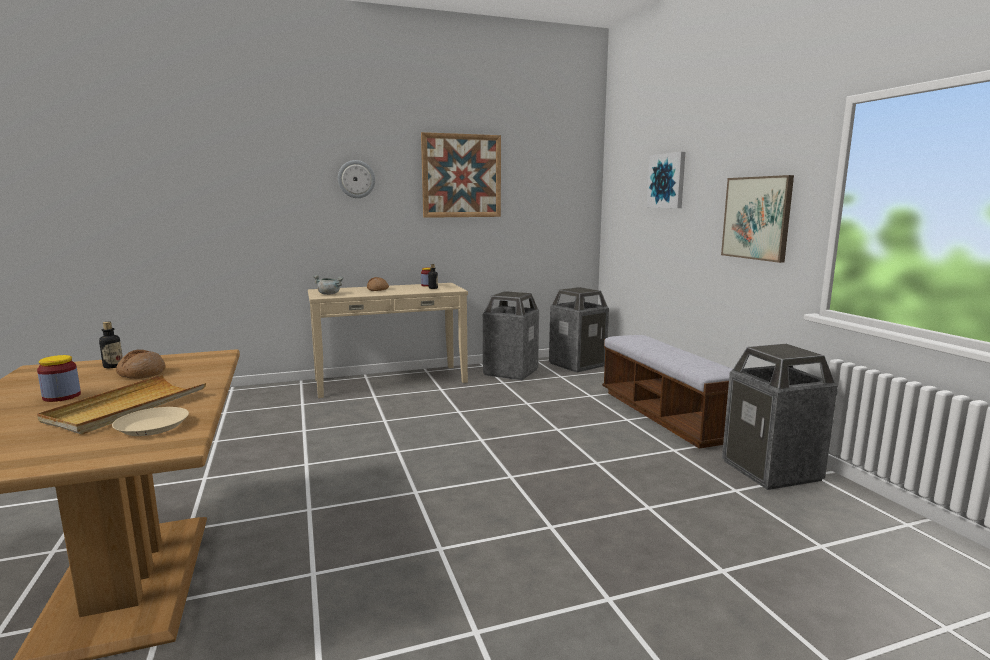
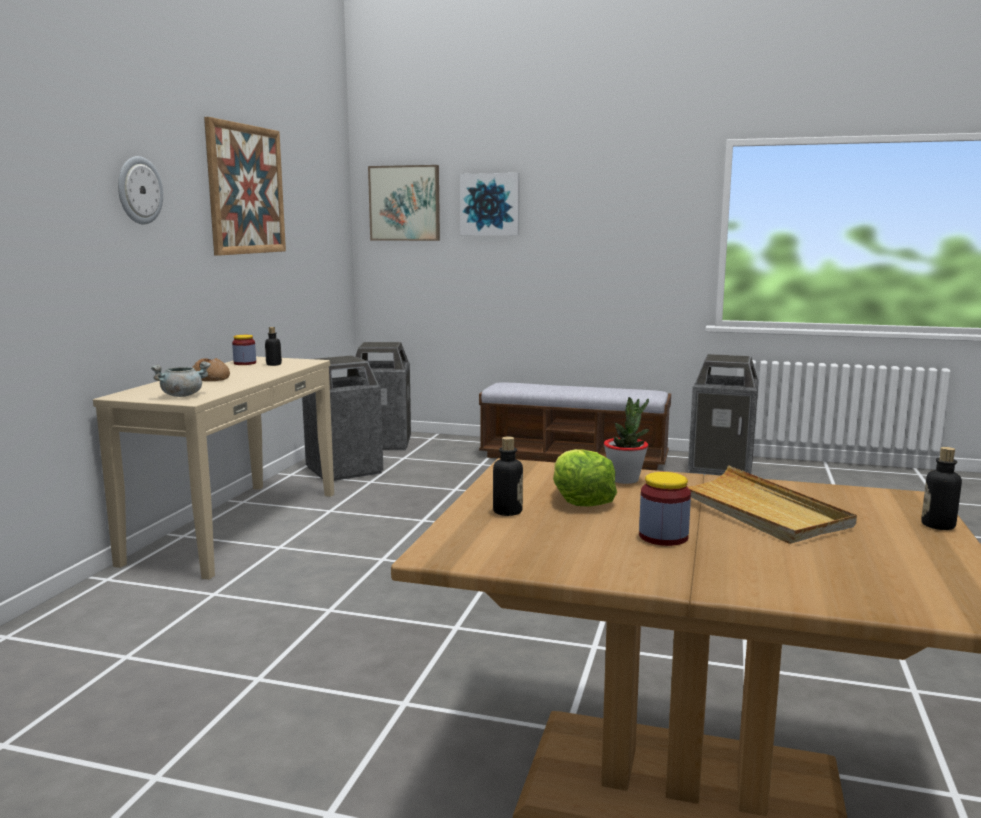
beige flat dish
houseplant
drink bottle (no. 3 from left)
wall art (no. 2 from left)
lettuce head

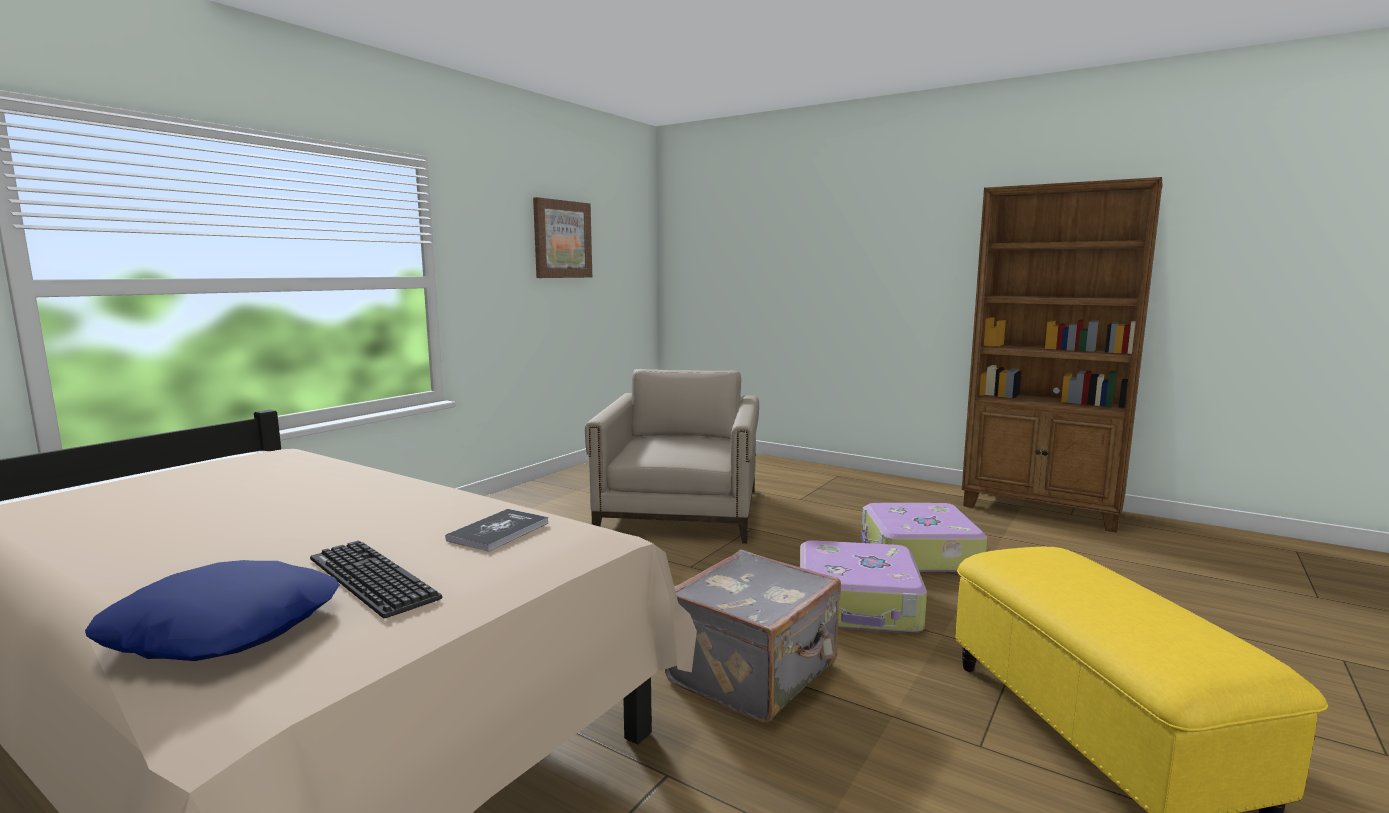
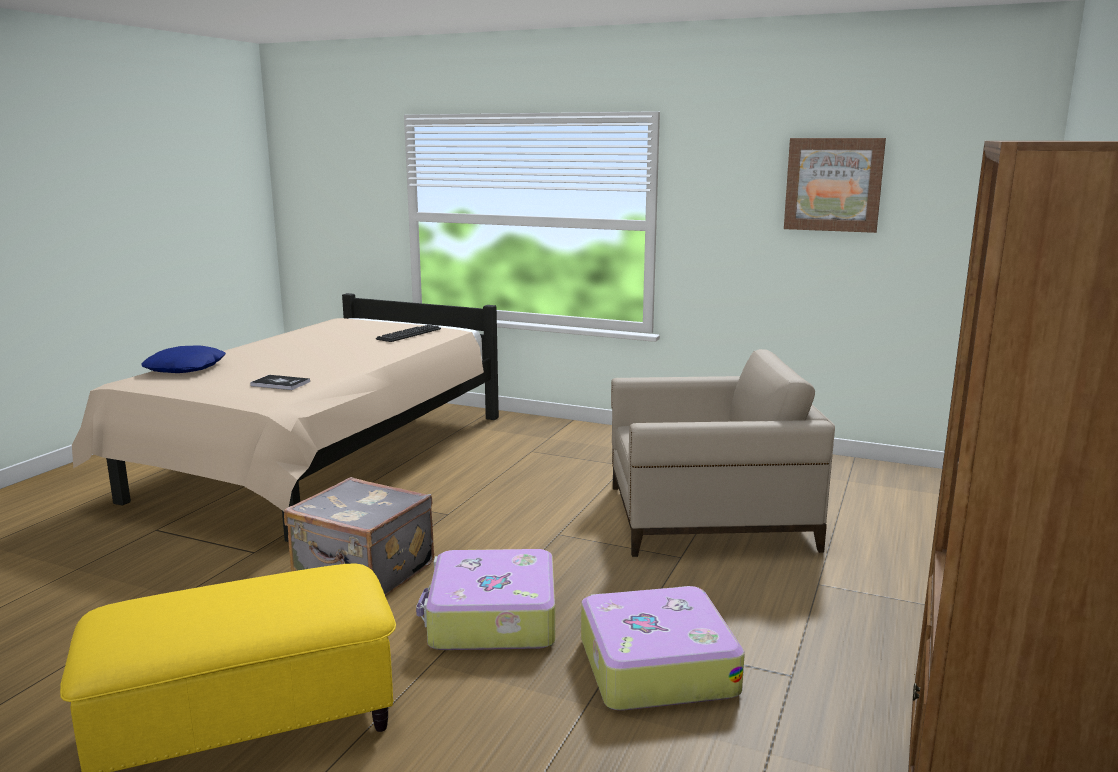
computer keyboard

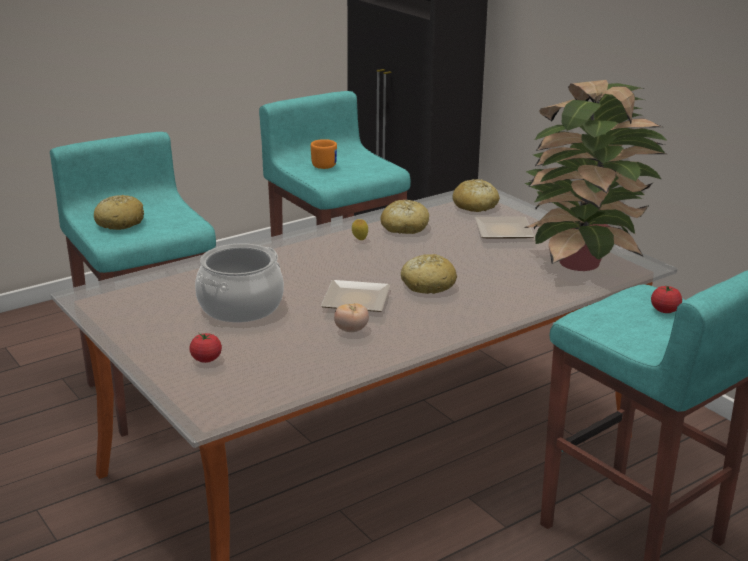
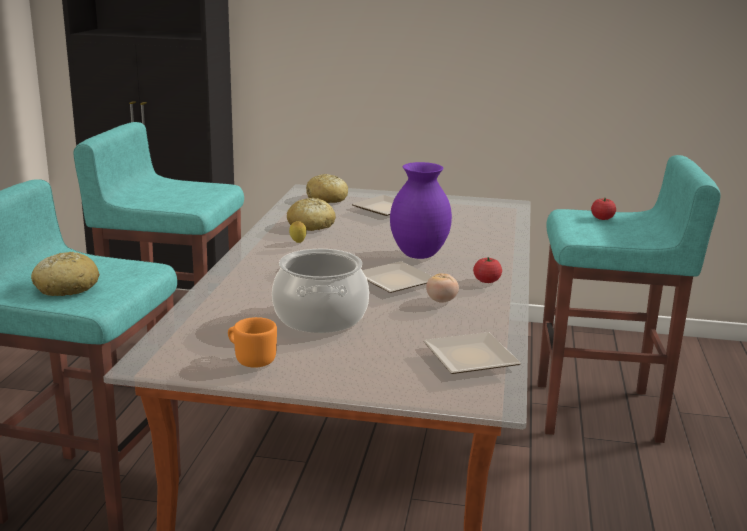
houseplant
flat dish (no. 3 from left)
whole tomato (no. 2 from left)
orange-coloured coffee mug
purplish vase

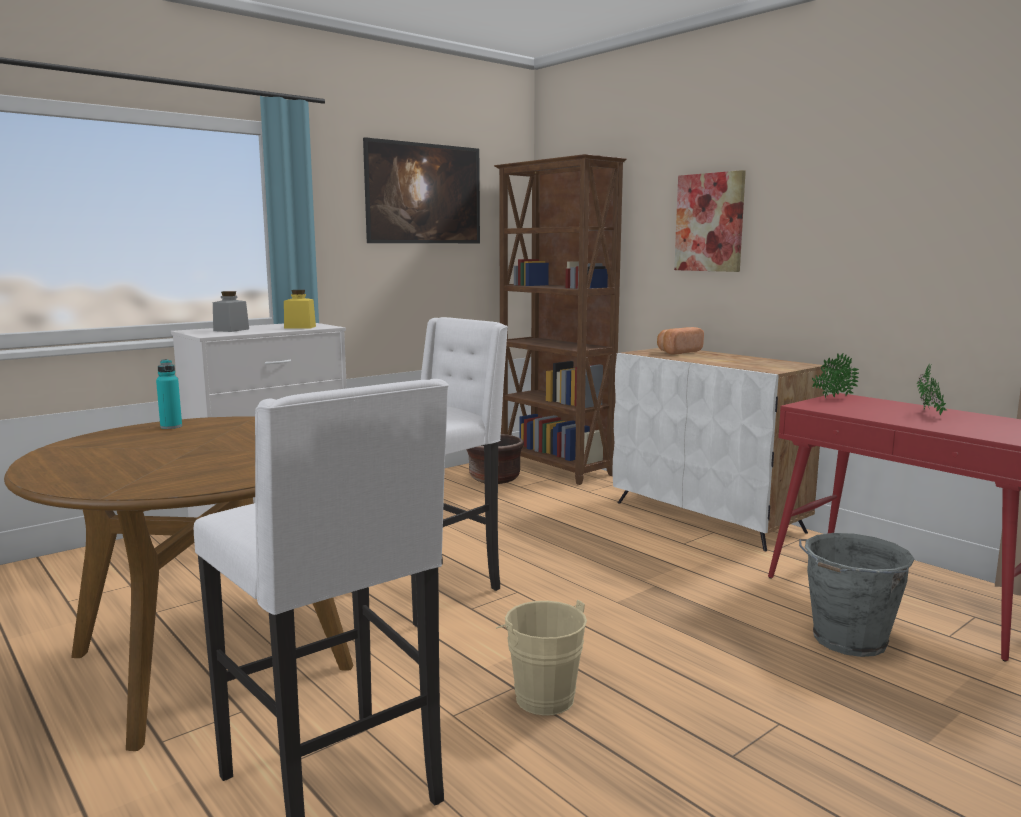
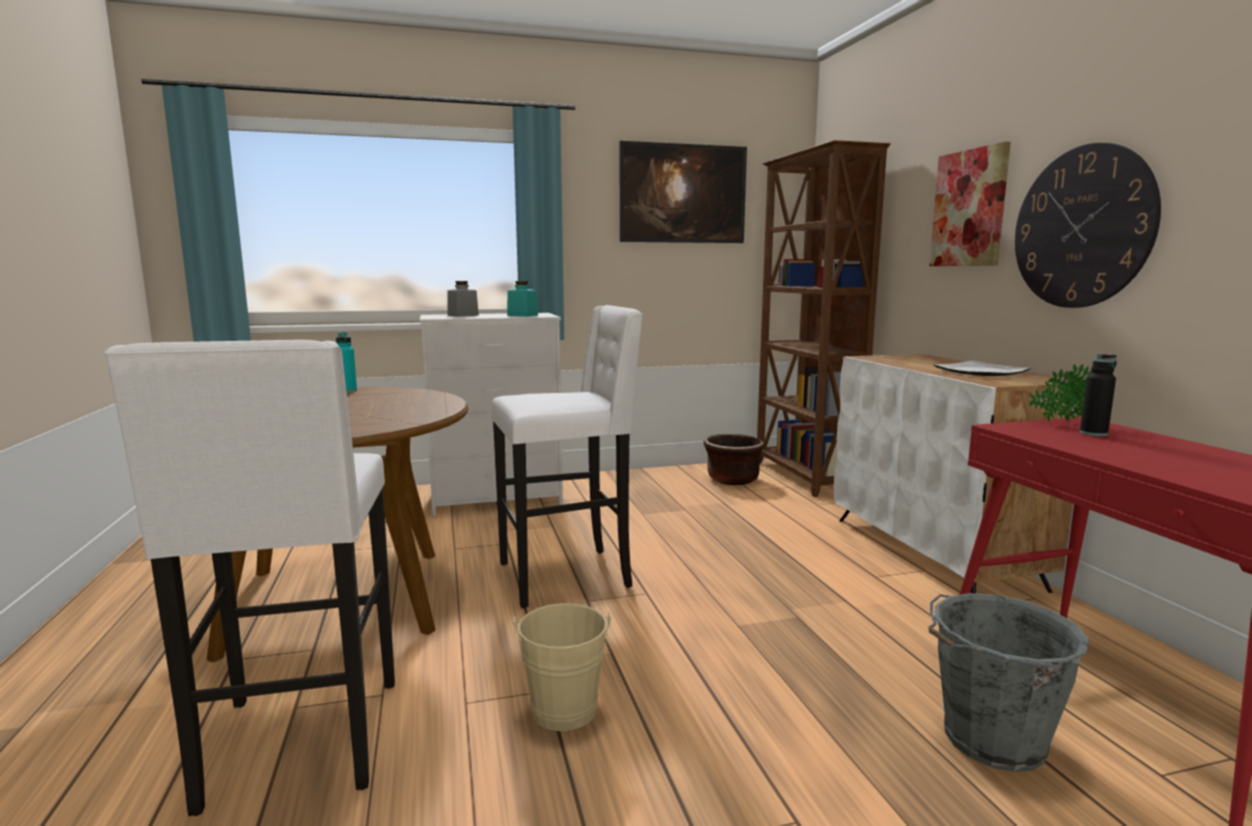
bakery bread
houseplant (no. 2 from left in the first image)
flat dish
hanging clock
blackish drink bottle
turquoise-coloured preserve jar

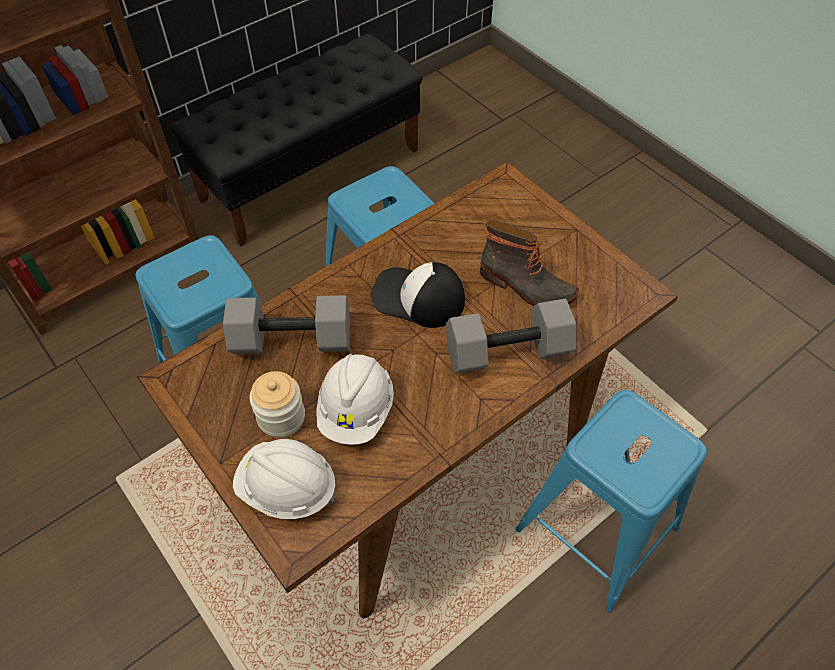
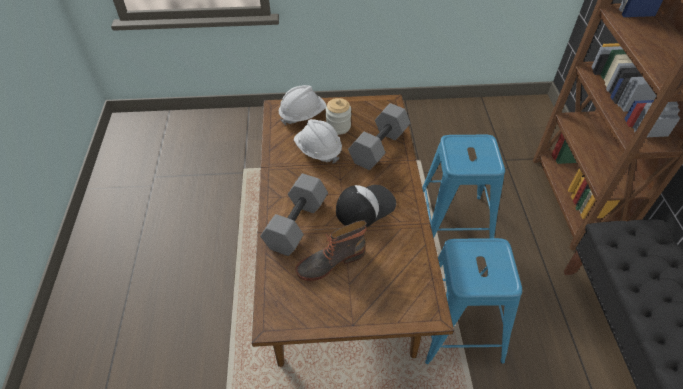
bluish sitting stool (no. 3 from left in the first image)

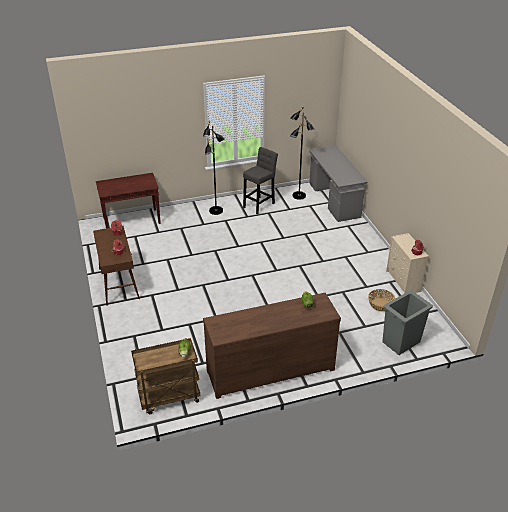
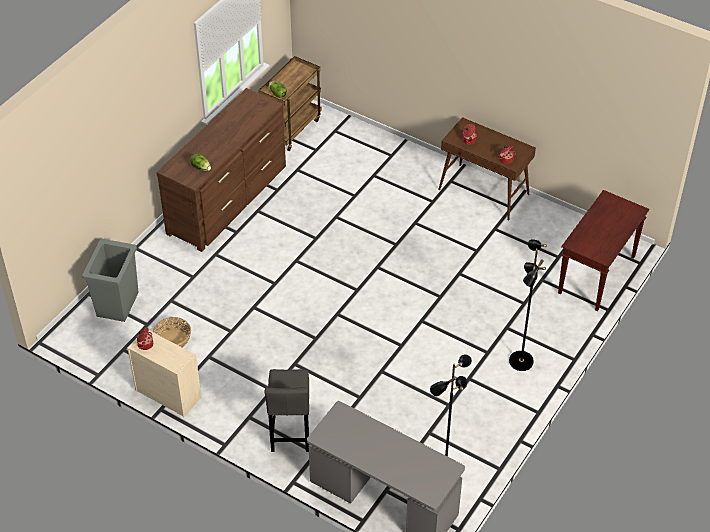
grey sitting stool

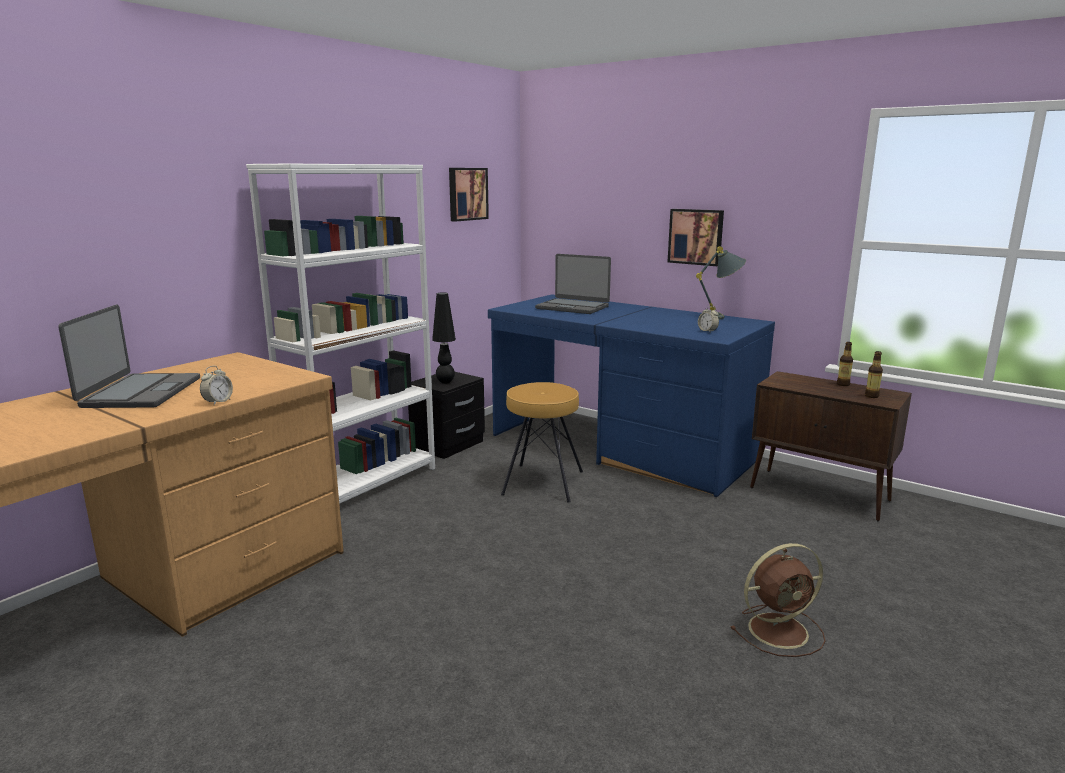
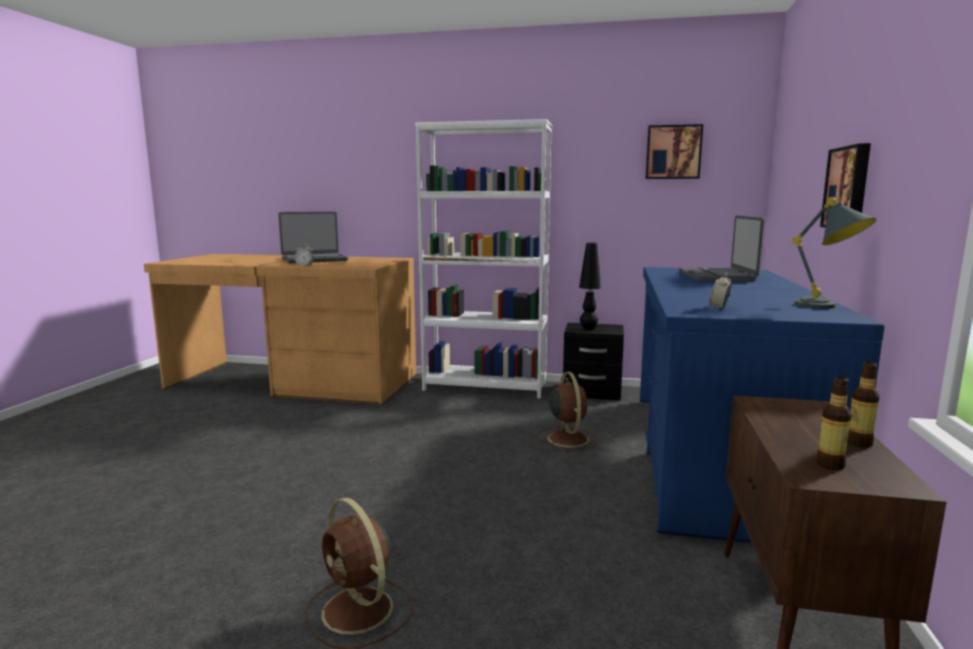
brownish cooling fan (no. 2 from left)

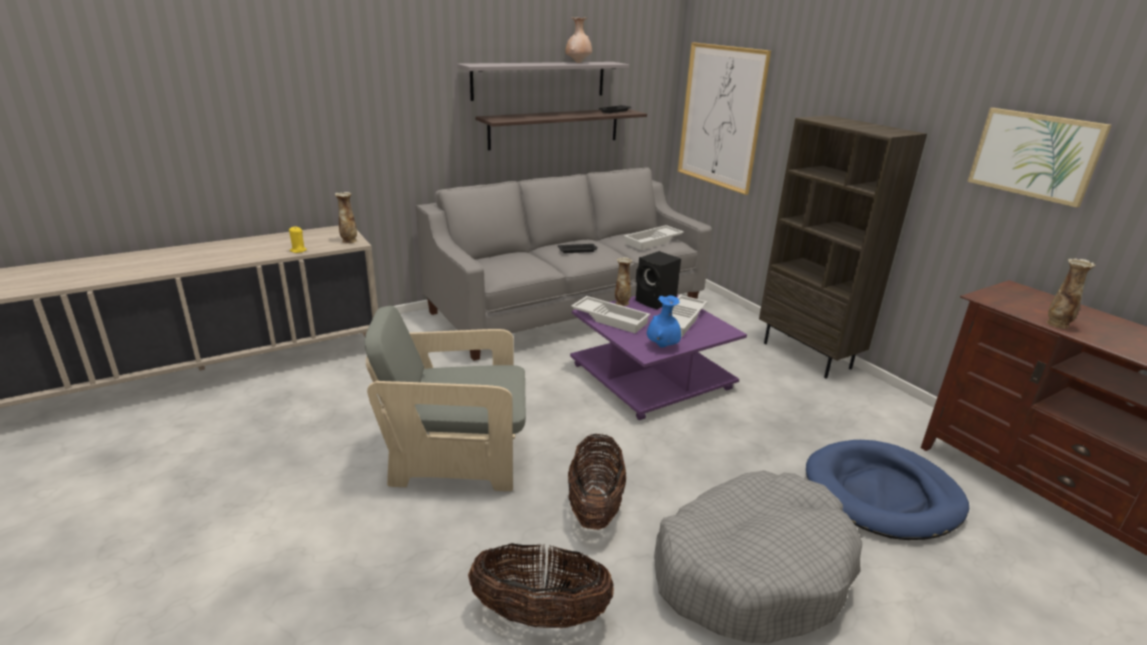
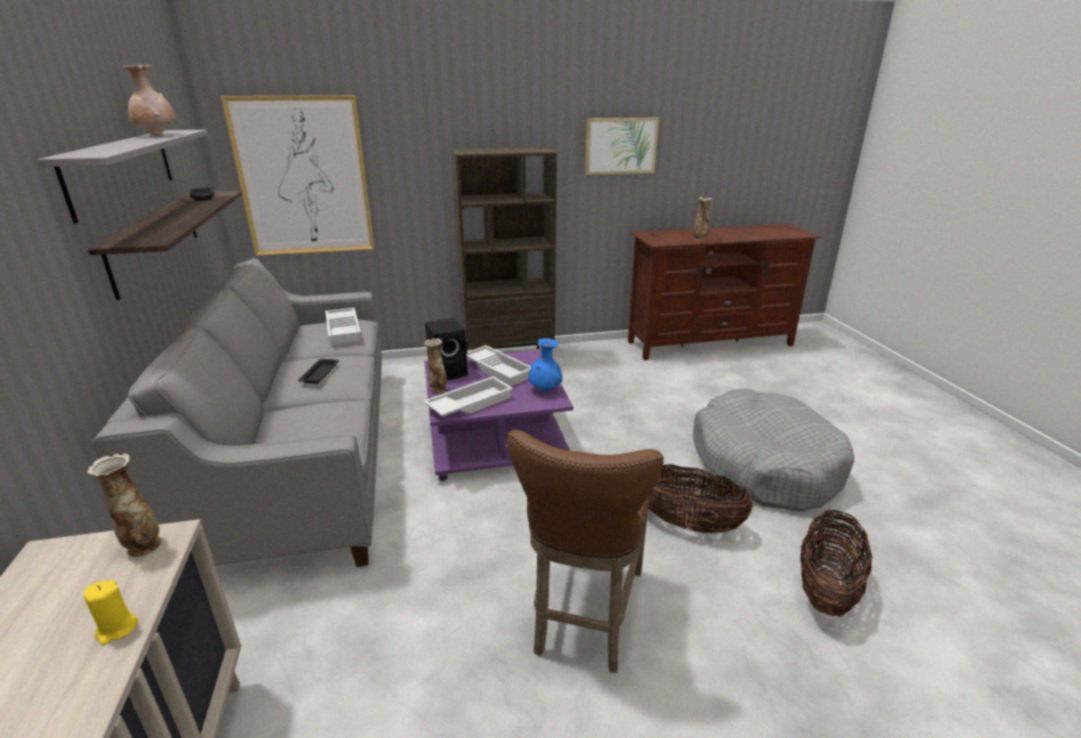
bluish pet bed
brownish sitting stool

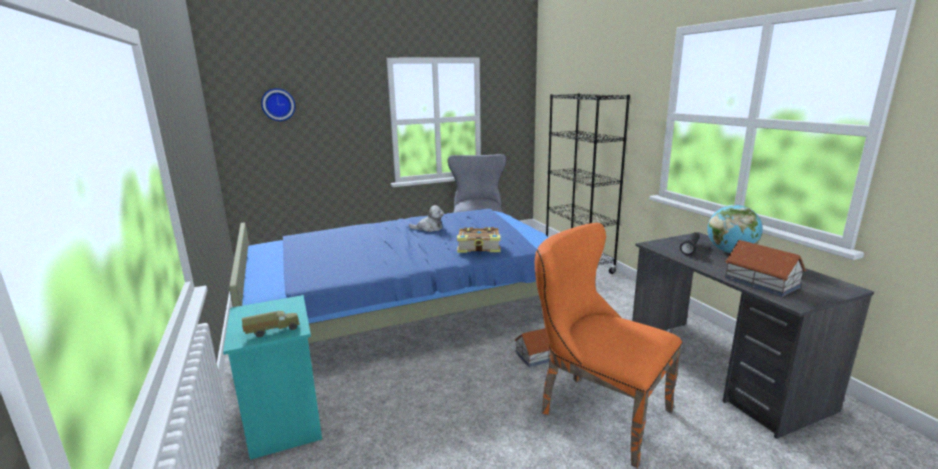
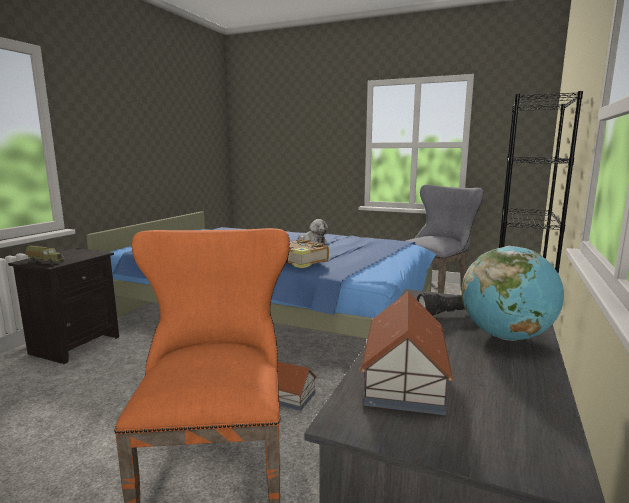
hanging clock
blackish nightstand

